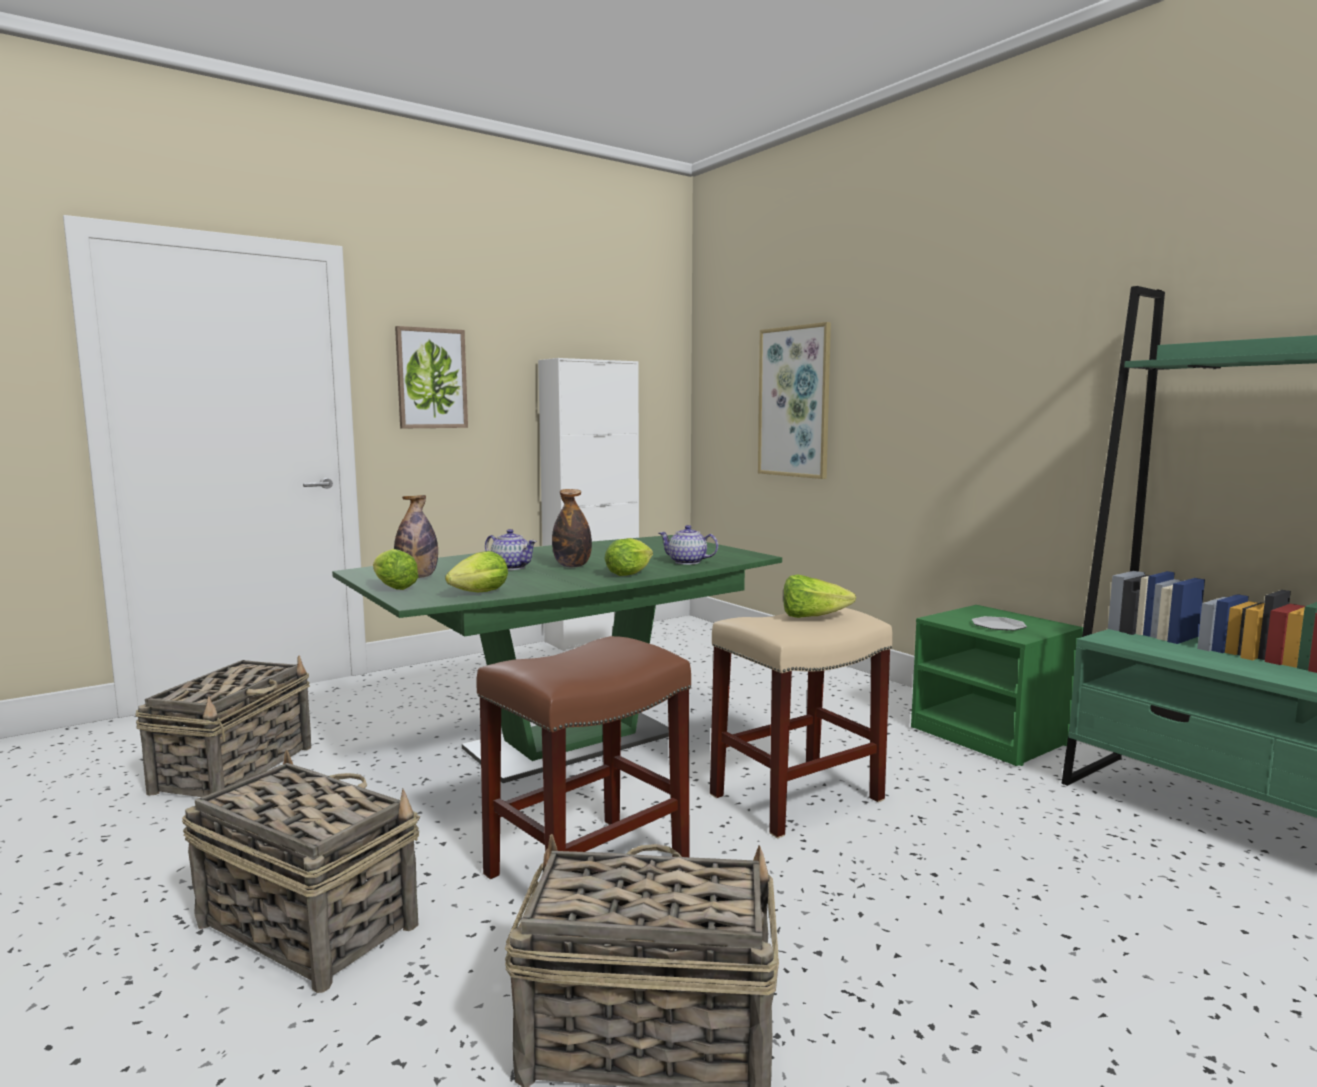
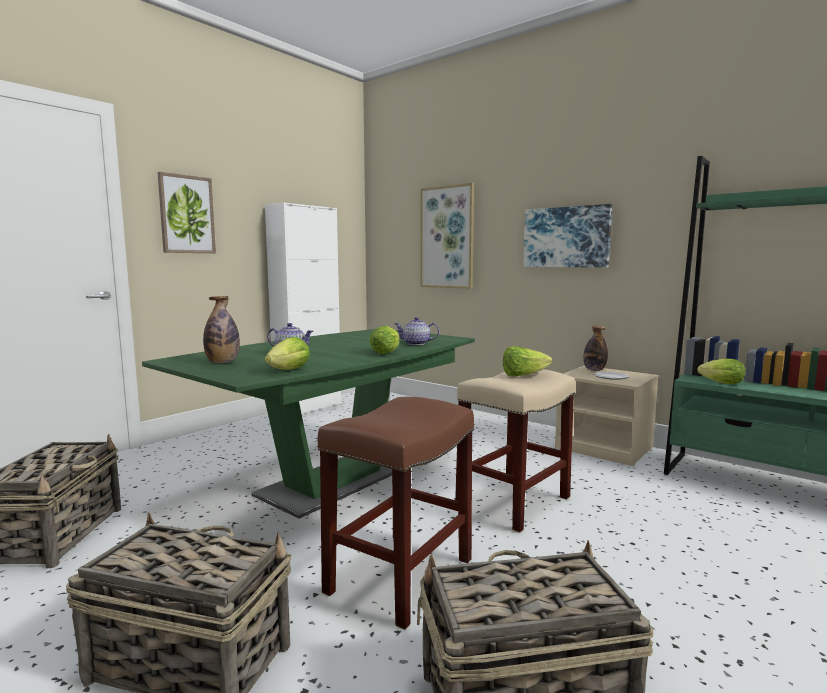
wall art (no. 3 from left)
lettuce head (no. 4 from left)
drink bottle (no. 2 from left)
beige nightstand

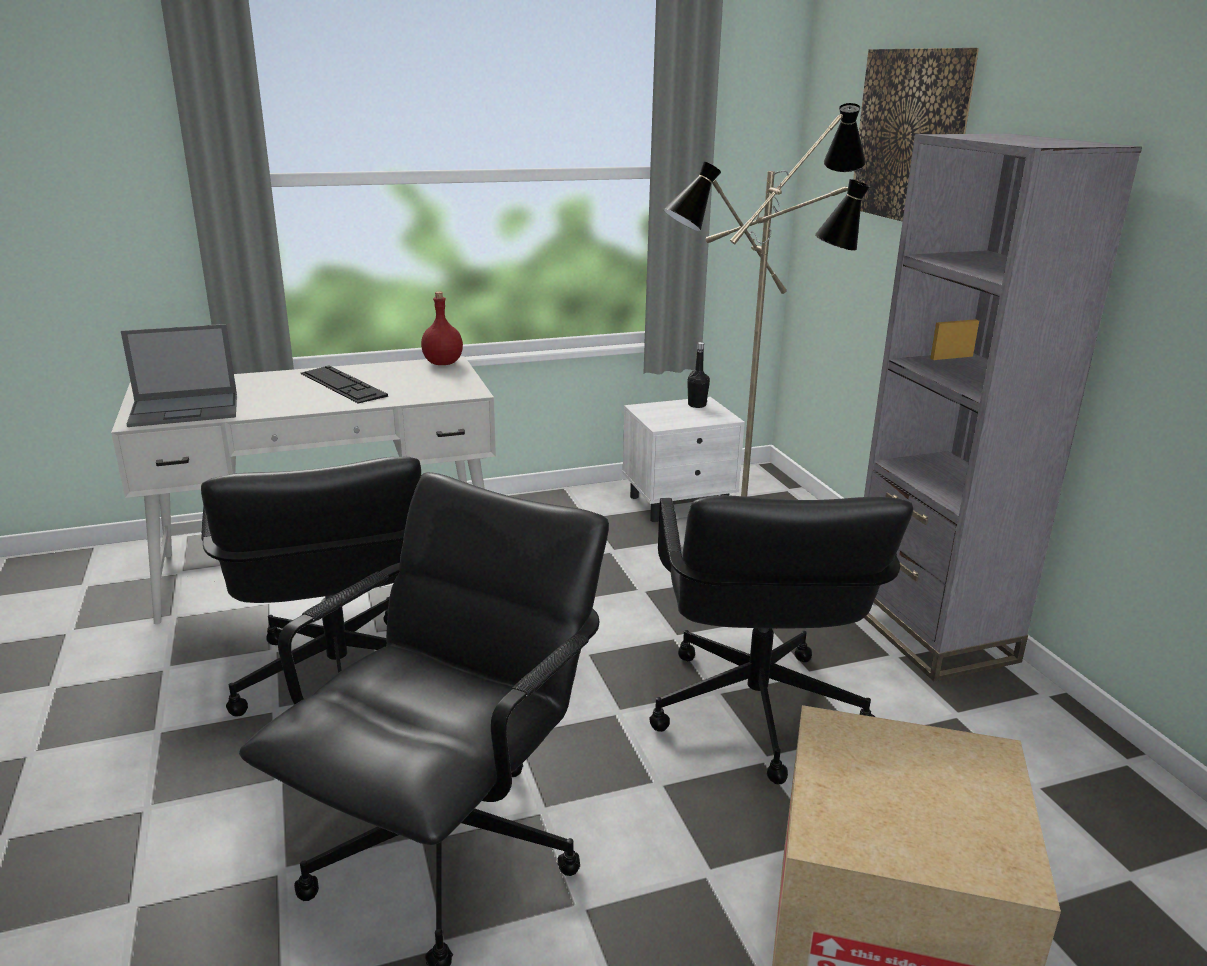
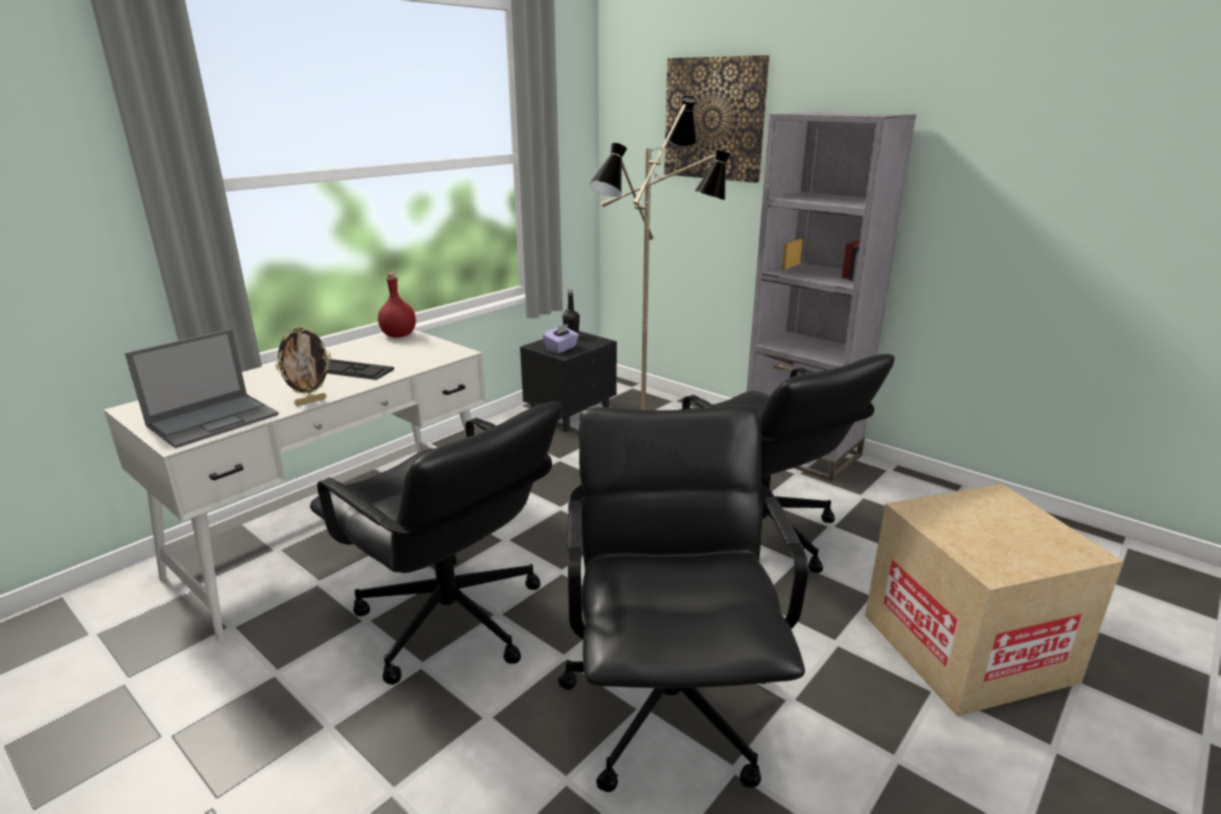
picture frame
purplish tissue box
blackish nightstand

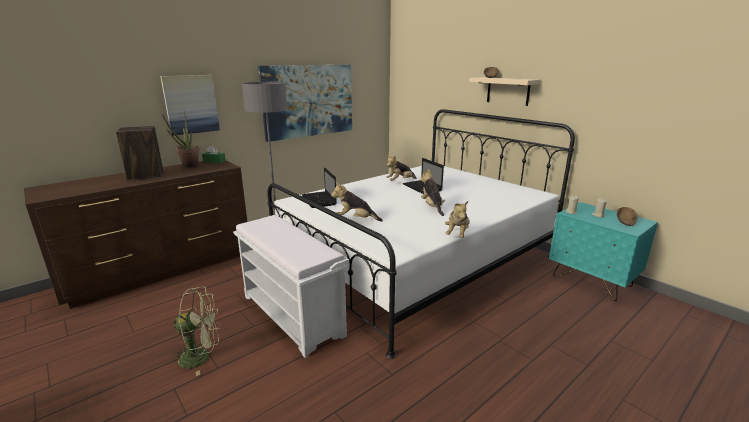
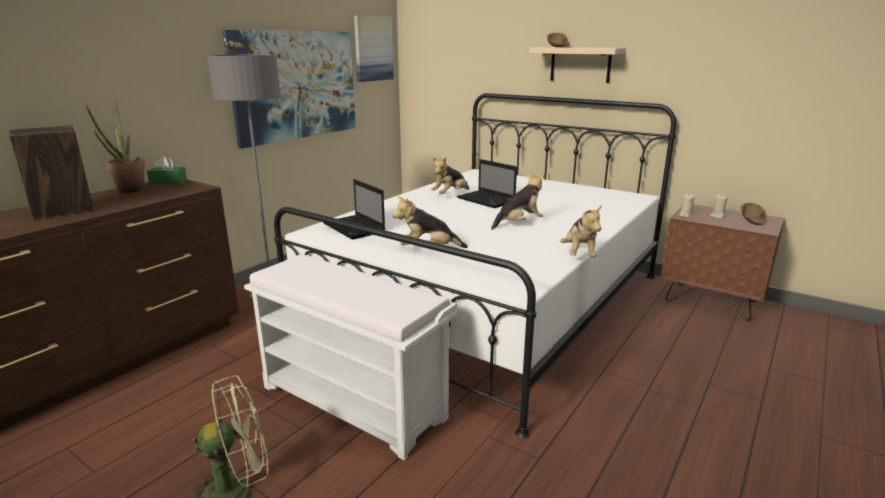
wall art (no. 2 from left)
brownish nightstand
cuddly toy (no. 3 from left)

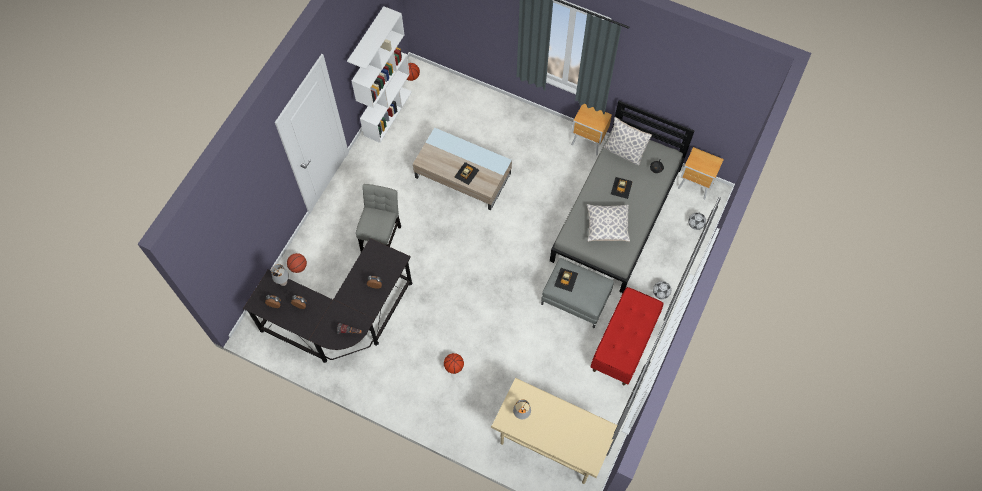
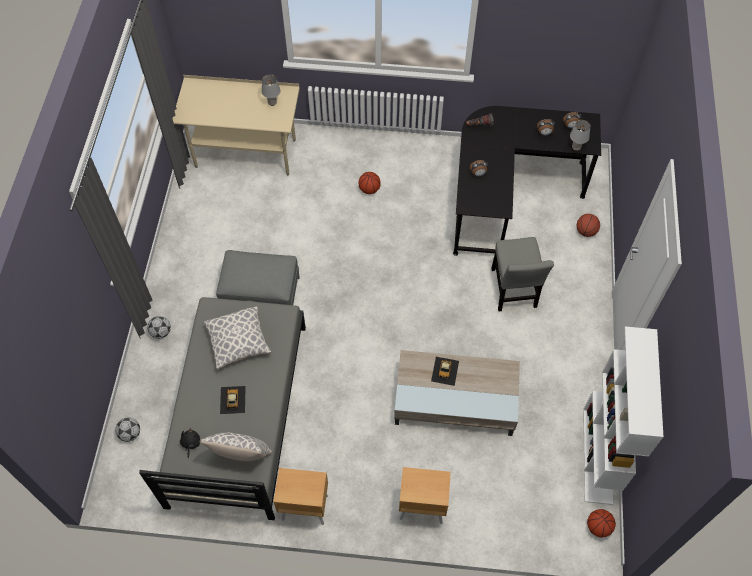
miniature car (no. 2 from left in the first image)
red bench
brownish nightstand (no. 2 from left)

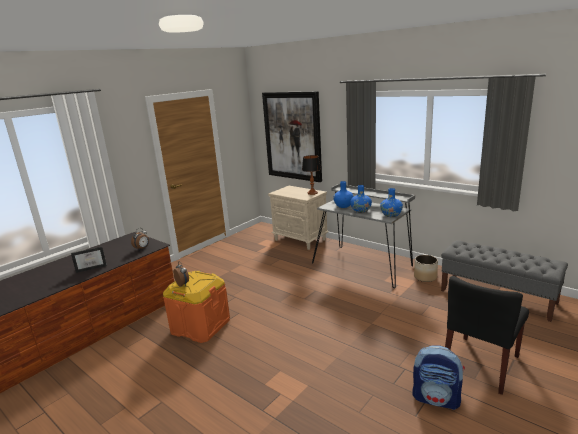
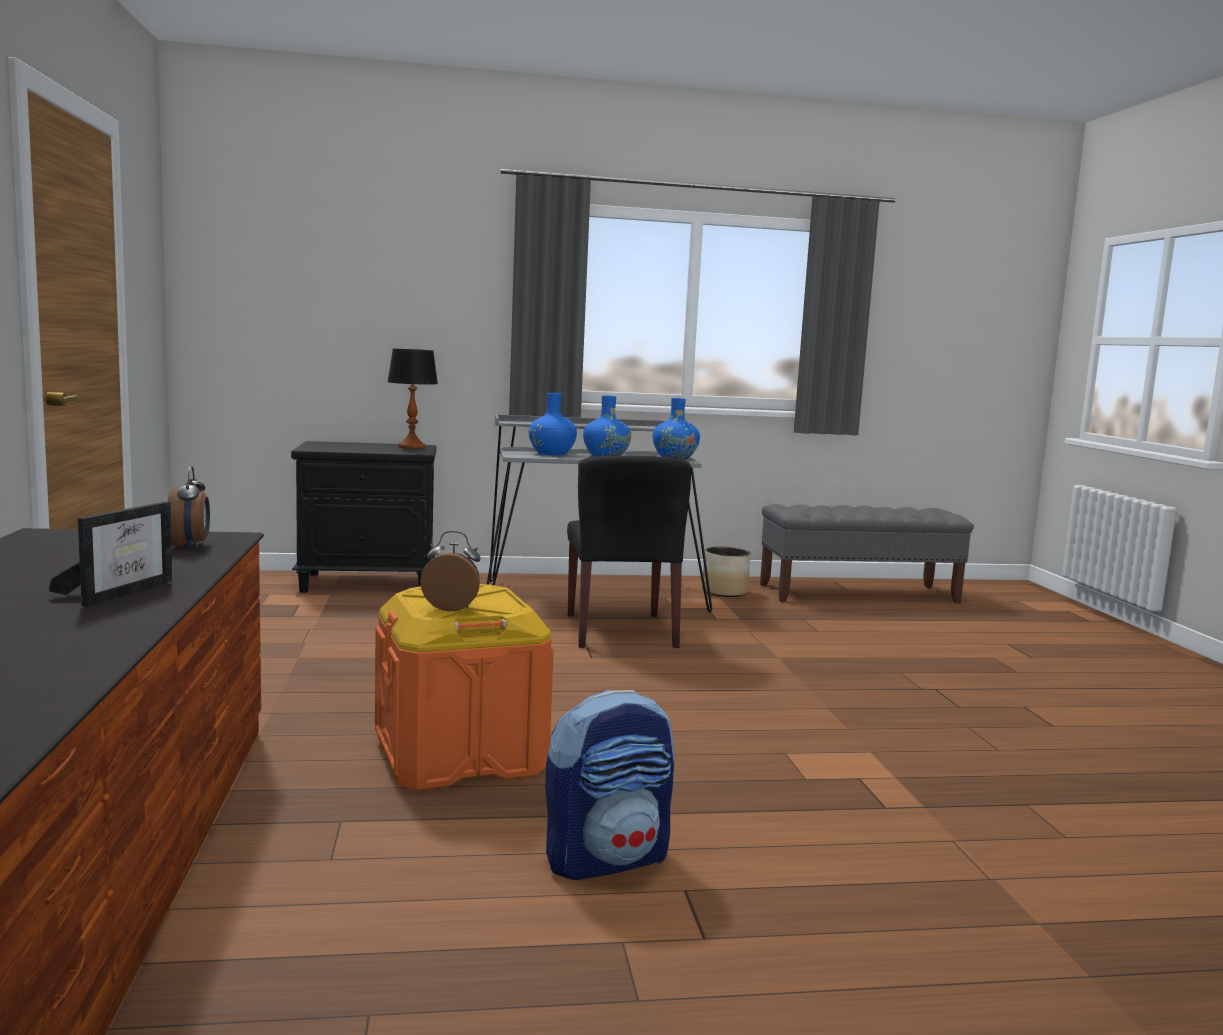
wall art
knapsack
blackish chair
blackish nightstand

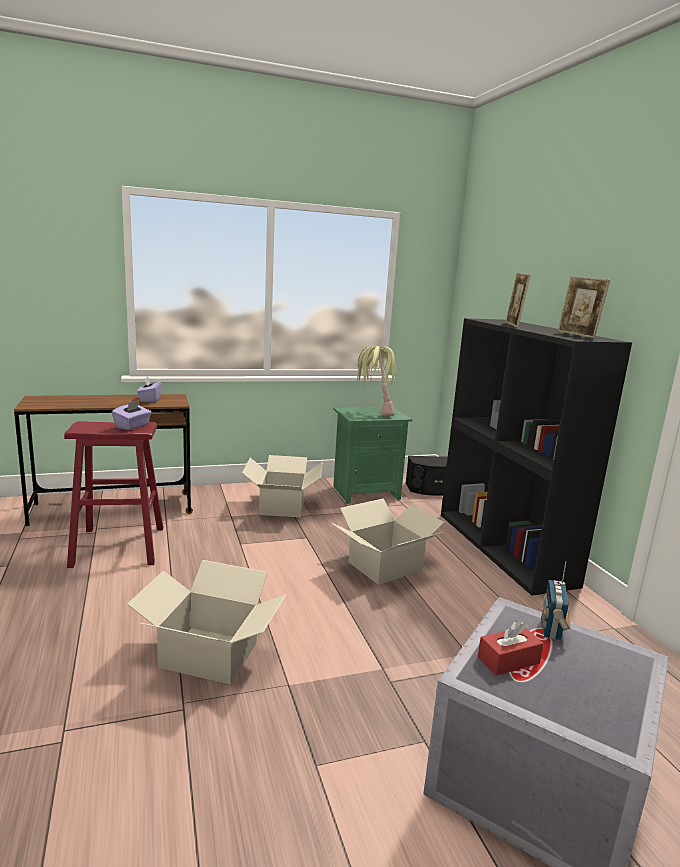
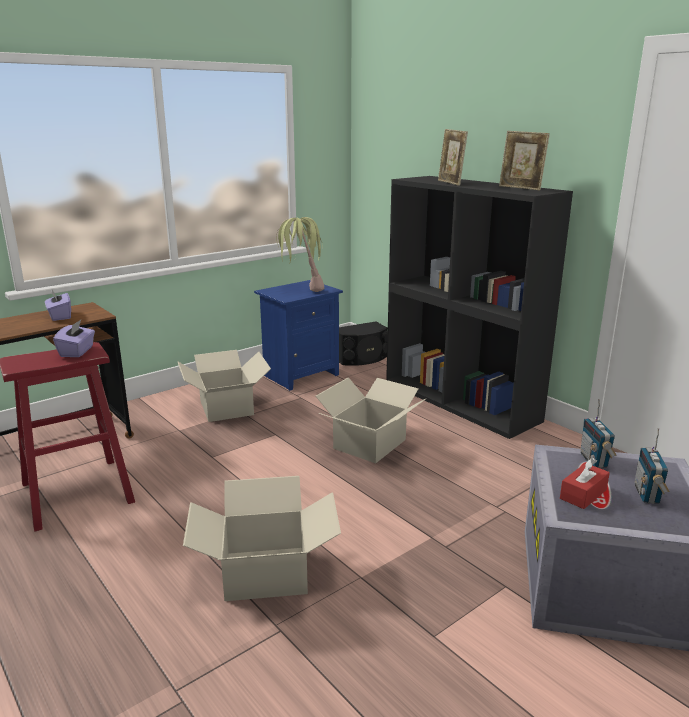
radio (no. 2 from left)
bluish nightstand

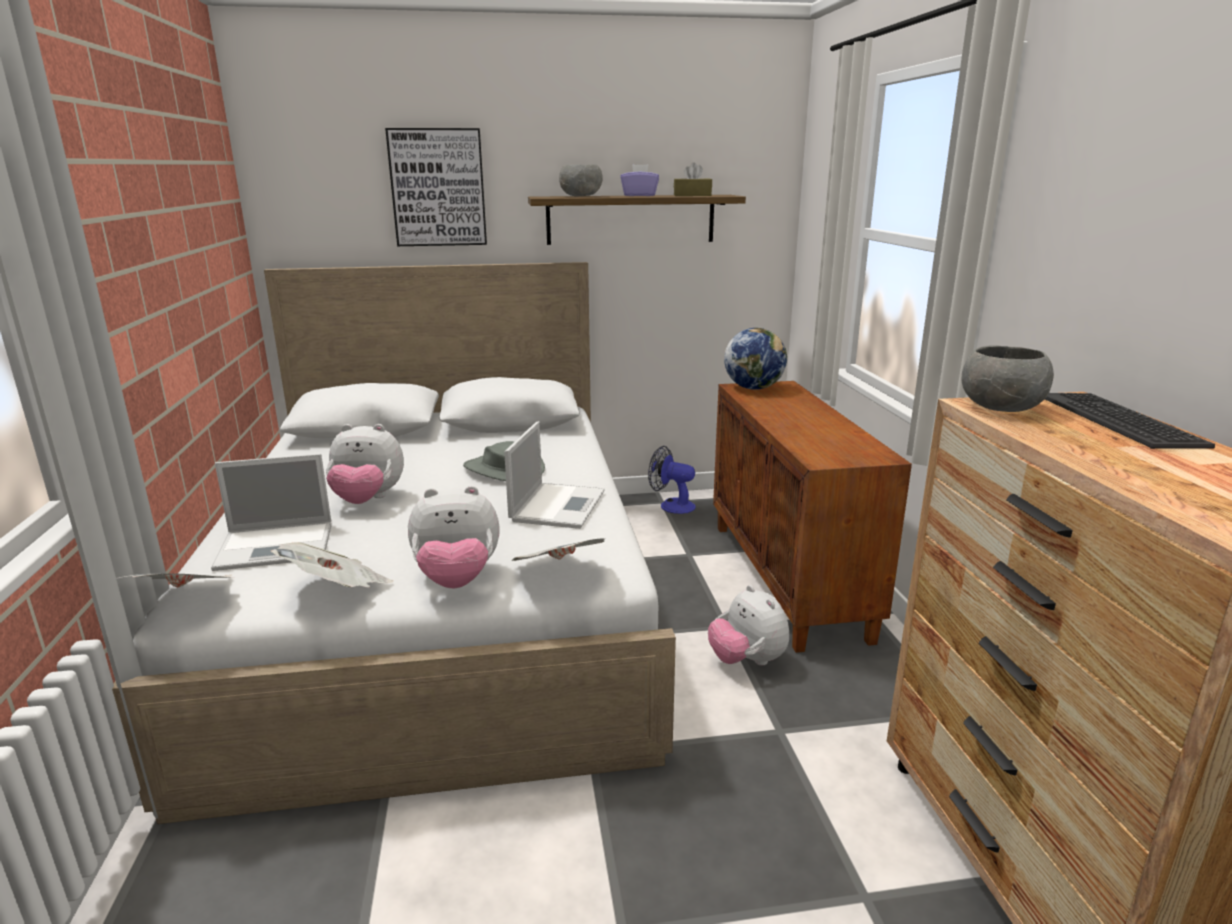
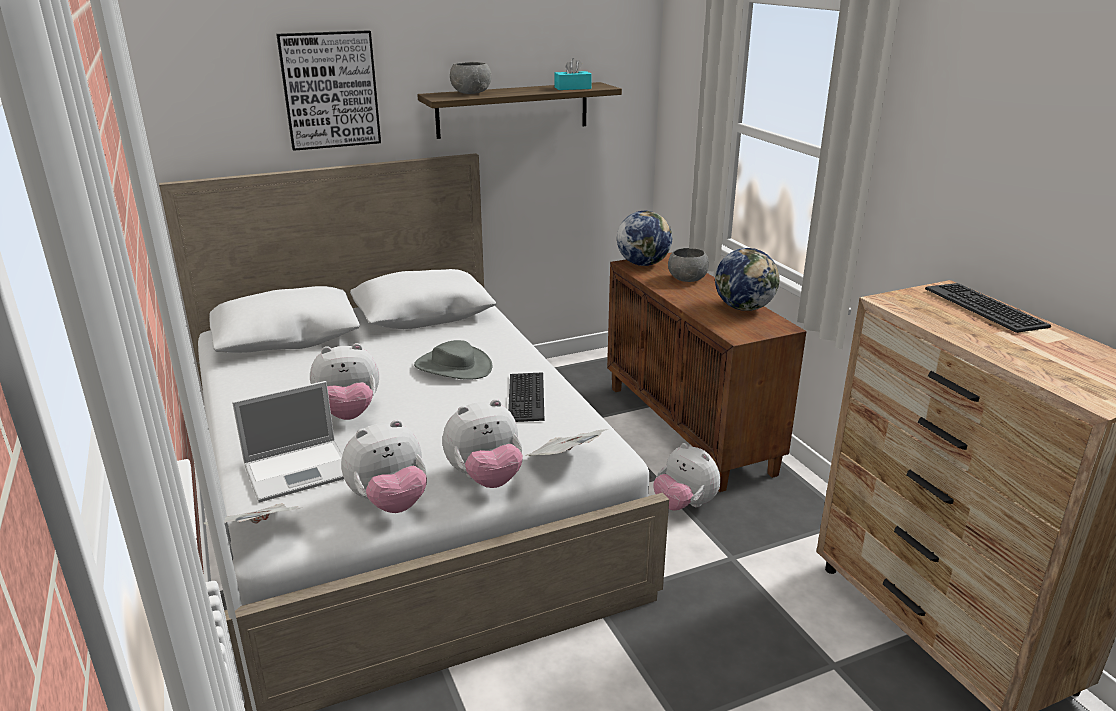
purplish tissue box
cooling fan
world globe (no. 2 from left)
grey bowl (no. 2 from left)
cuddly toy (no. 2 from left)
computer keyboard (no. 1 from left)
turquoise-coloured tissue box

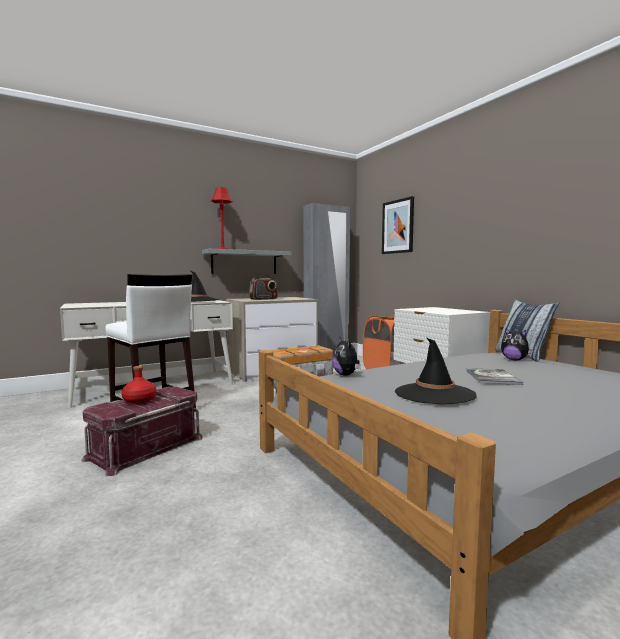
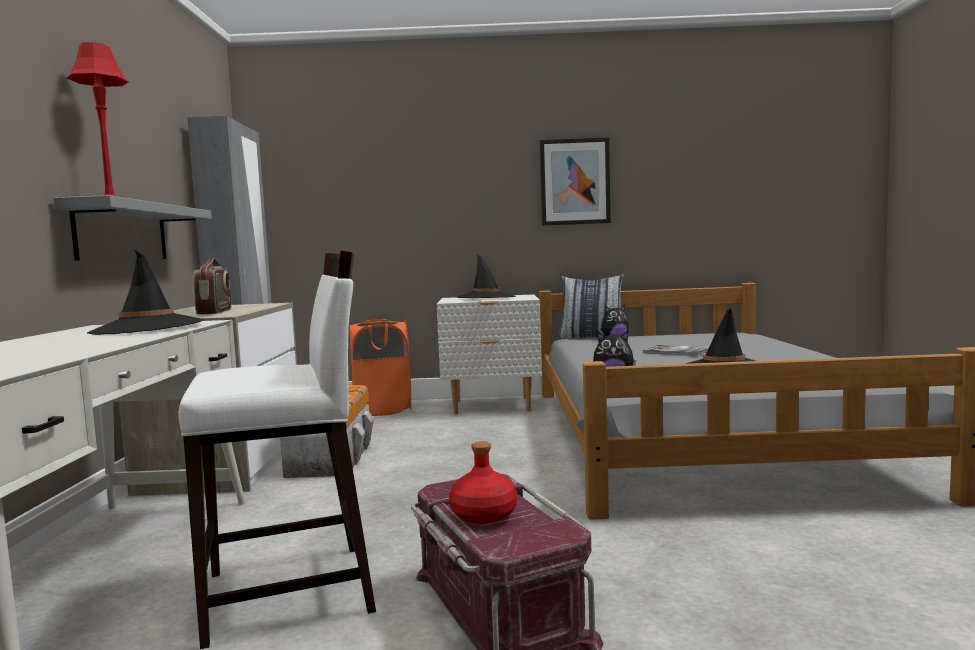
blackish wearable hat (no. 2 from left)
wall art

